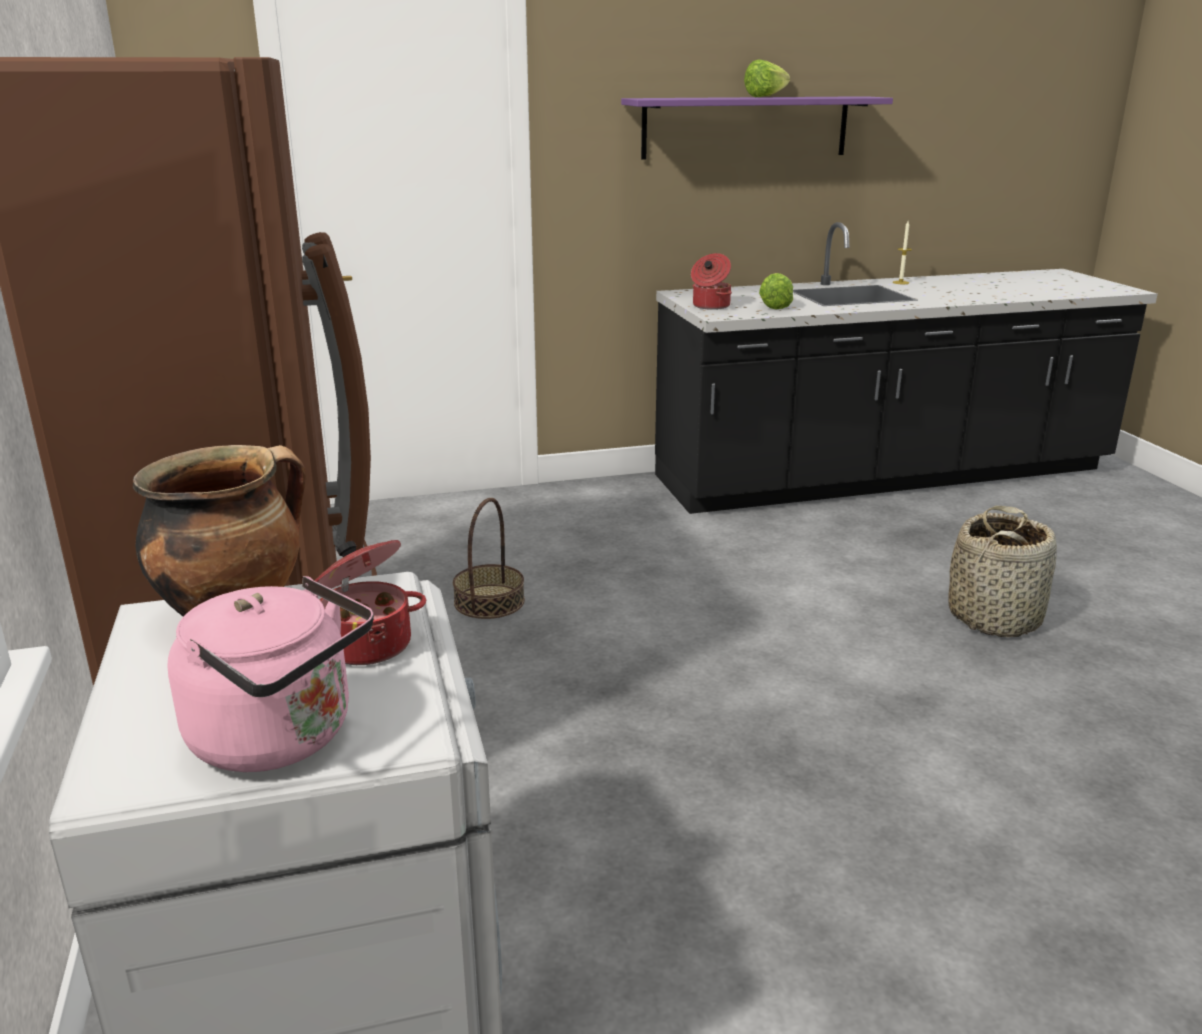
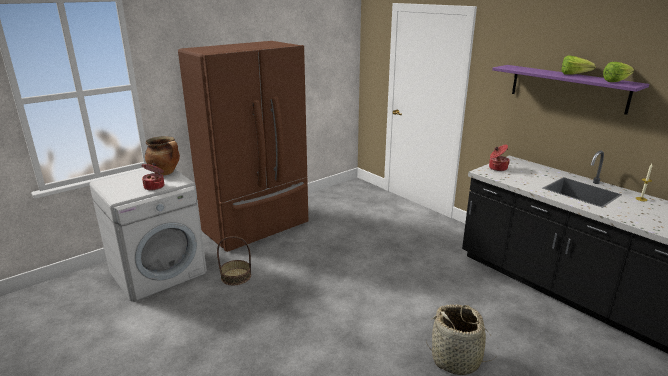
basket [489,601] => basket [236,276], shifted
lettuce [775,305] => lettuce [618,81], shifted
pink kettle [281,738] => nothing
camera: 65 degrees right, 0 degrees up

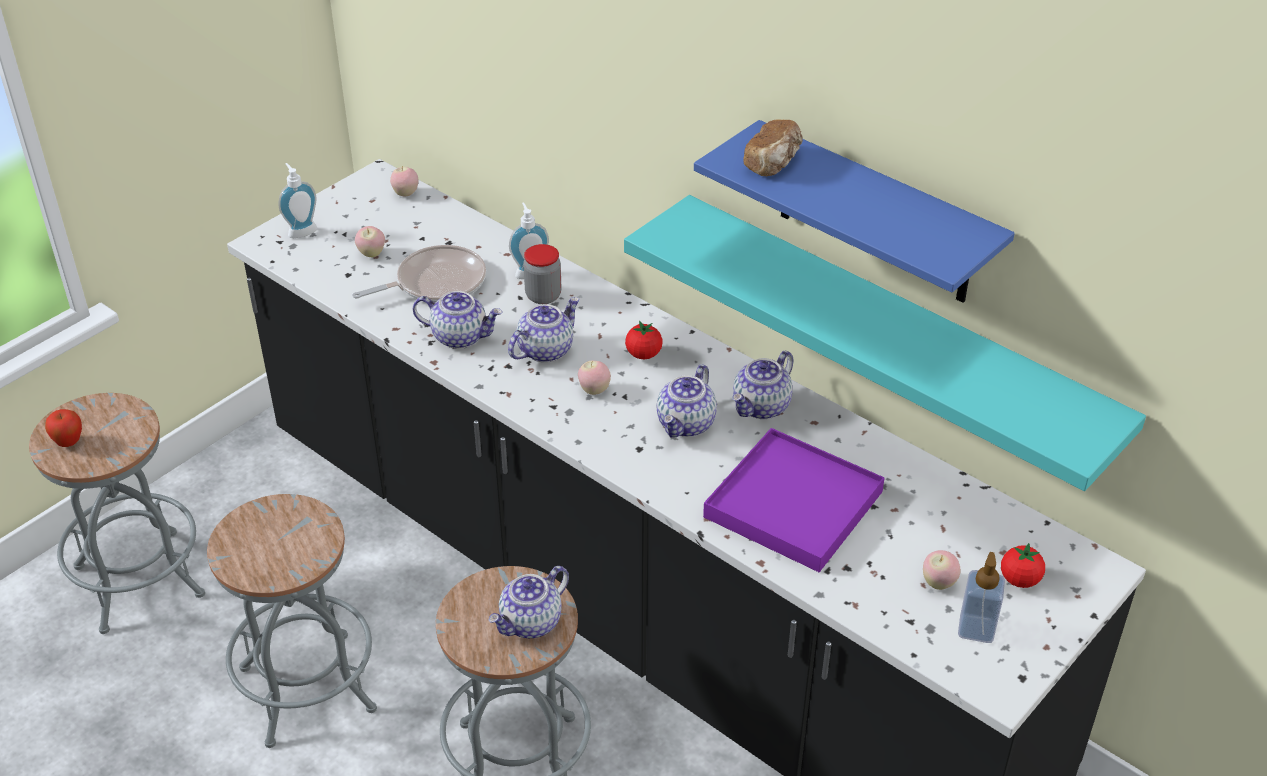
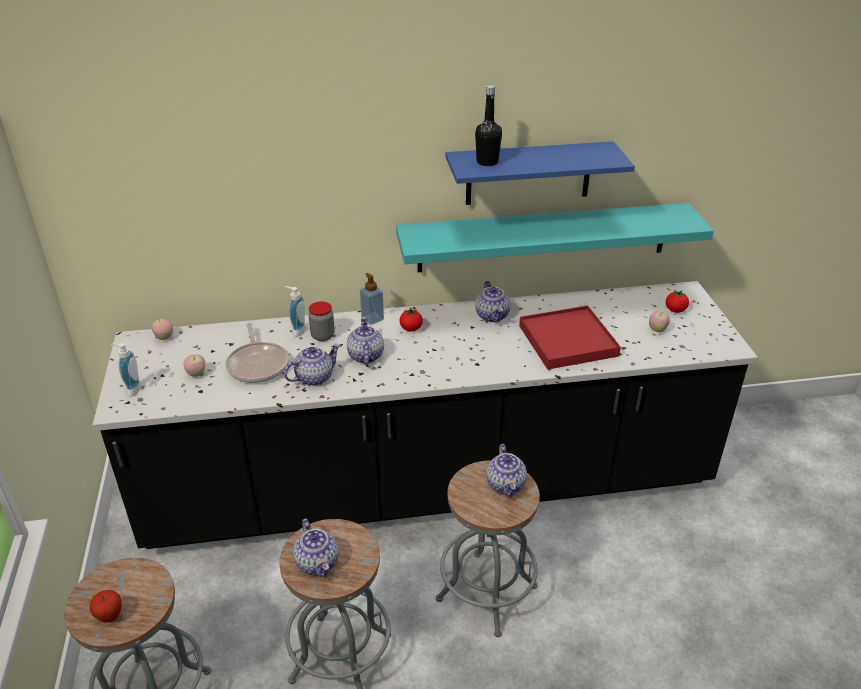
frying pan [435,283] => frying pan [258,364], 150 degrees clockwise
teapot [686,424] => teapot [318,563], shifted
soap dispenser [976,629] => soap dispenser [372,319], shifted
bread [774,162] => black bottle [487,162]
purple tray [793,504] => red tray [567,341]
apple [594,390] => nothing
camera: 50 degrees left, 5 degrees down

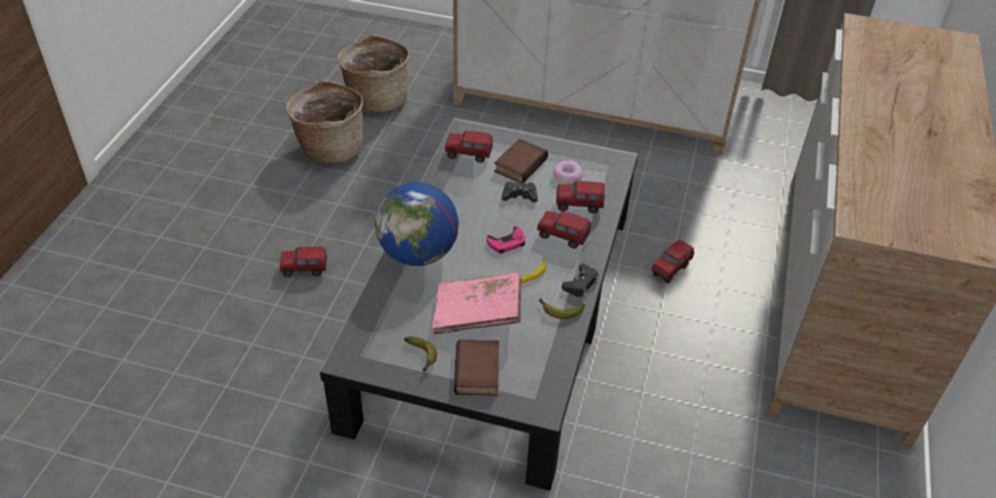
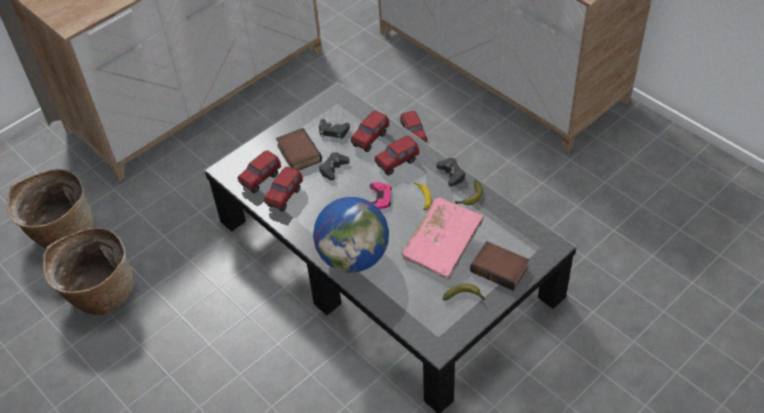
toy truck [304,270] => toy truck [285,197], shifted
donut [567,176] => black game controller [333,132]
camera: 55 degrees left, 5 degrees up

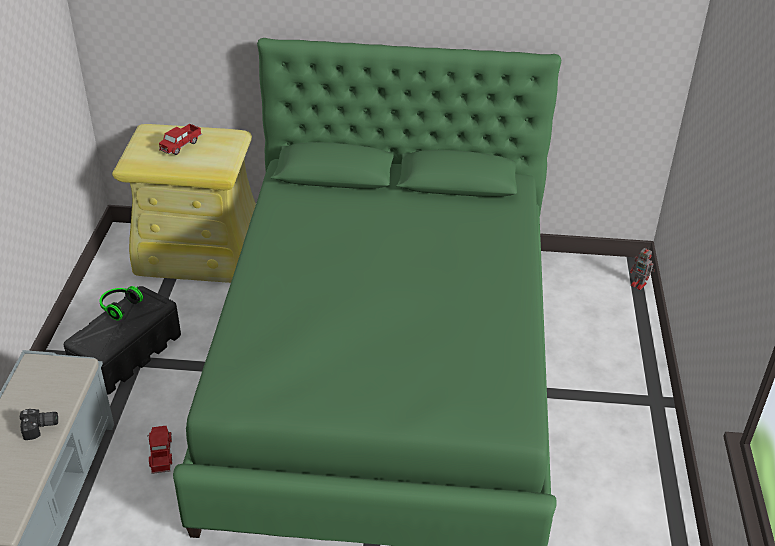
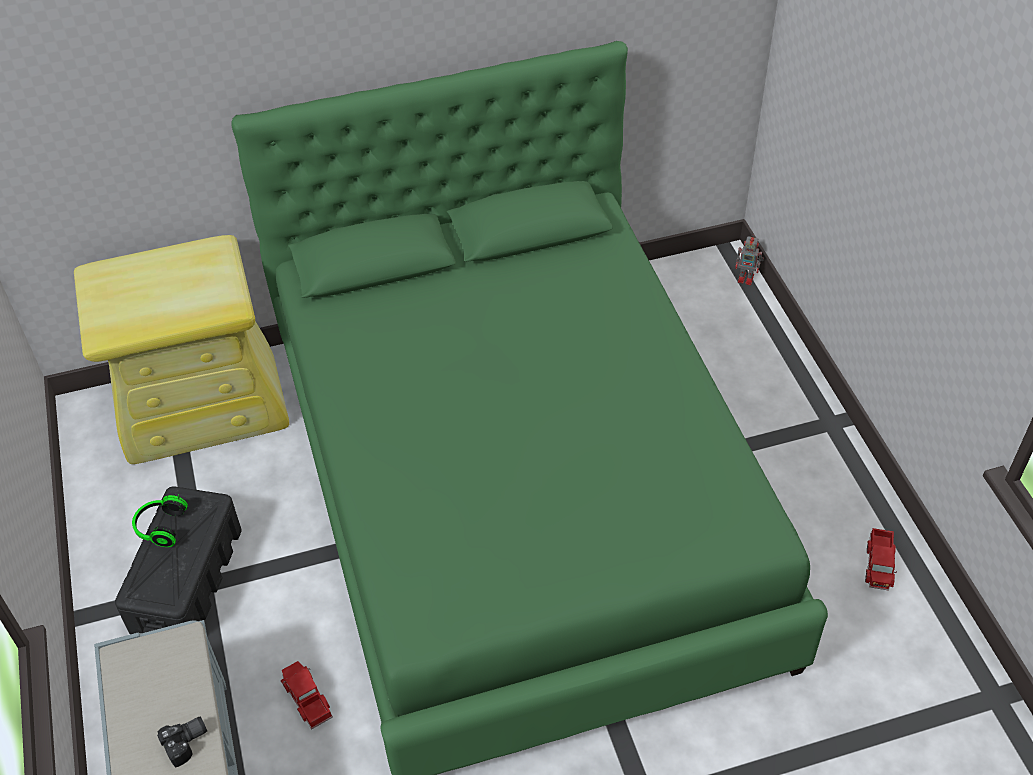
toy truck [180,145] => toy truck [879,564], shifted
camera: 20 degrees left, 10 degrees up

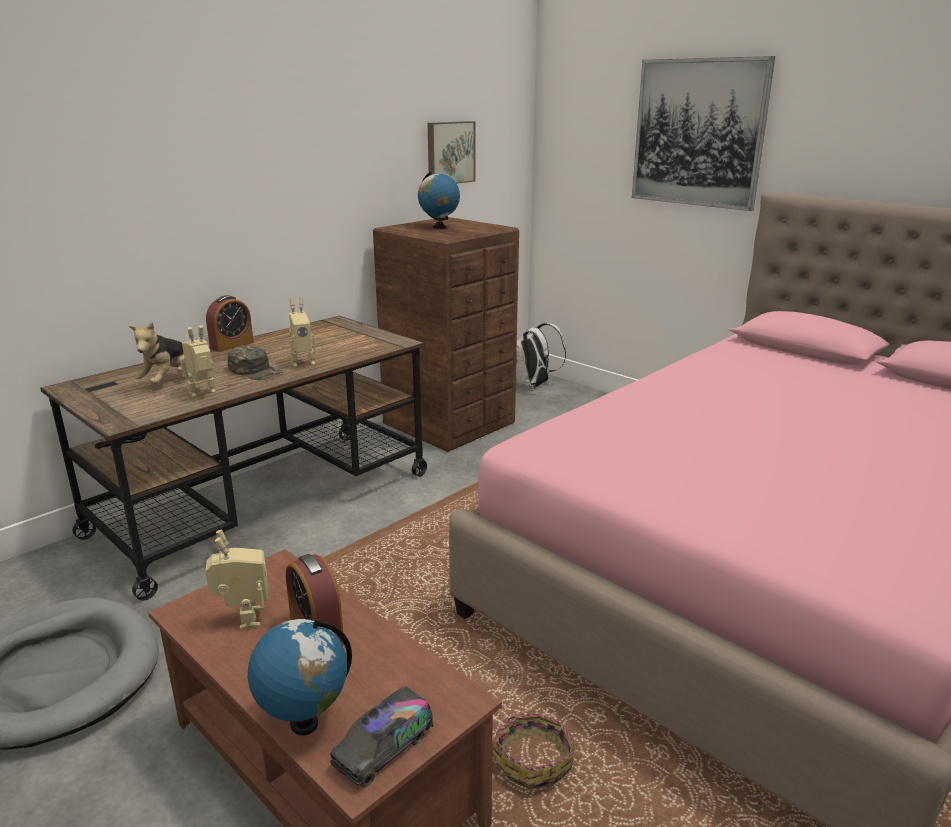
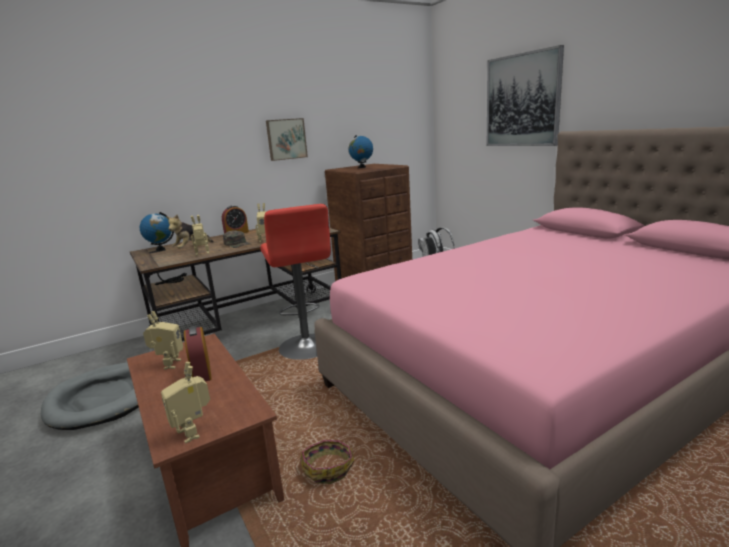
globe [304,723] => globe [160,249], shifted
toy truck [383,749] => toy robot [194,432]
nothing => red stool [306,347]
picture [449,153] => picture [286,139], shifted
camera: 15 degrees right, 5 degrees down

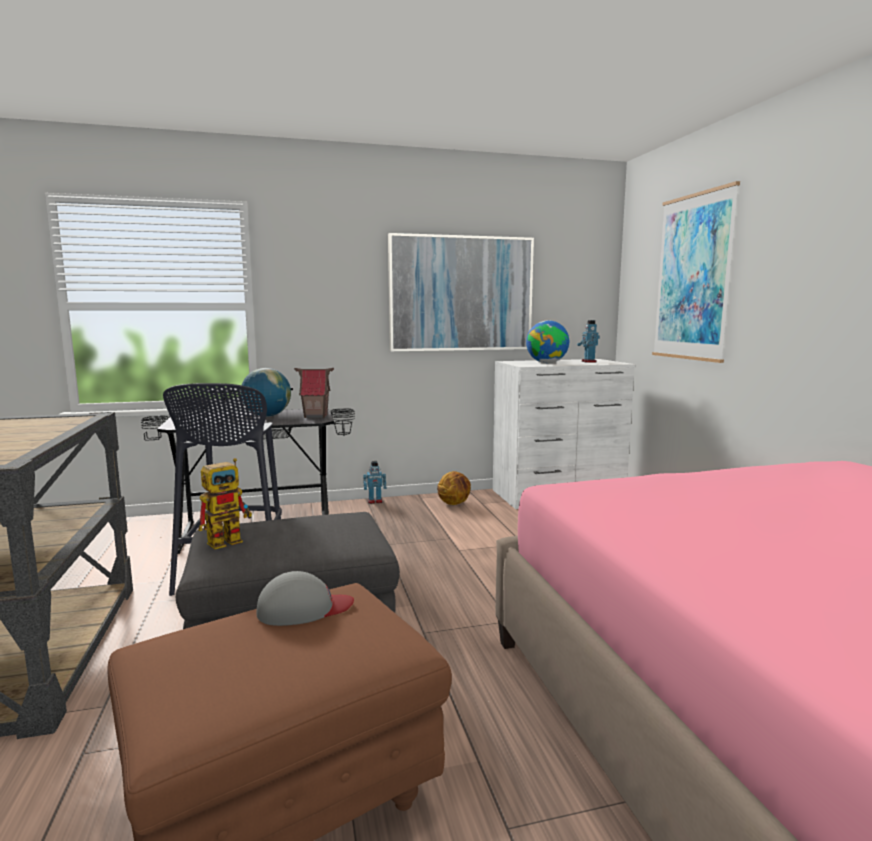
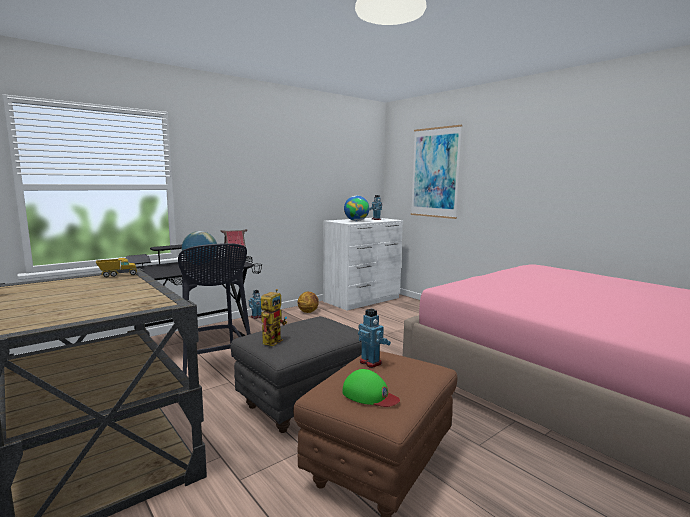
nothing => toy truck [117,275]
nothing => green cap [369,395]
grey cap [303,608] => toy robot [371,362]
picture [460,294] => nothing
camera: 25 degrees left, 0 degrees up

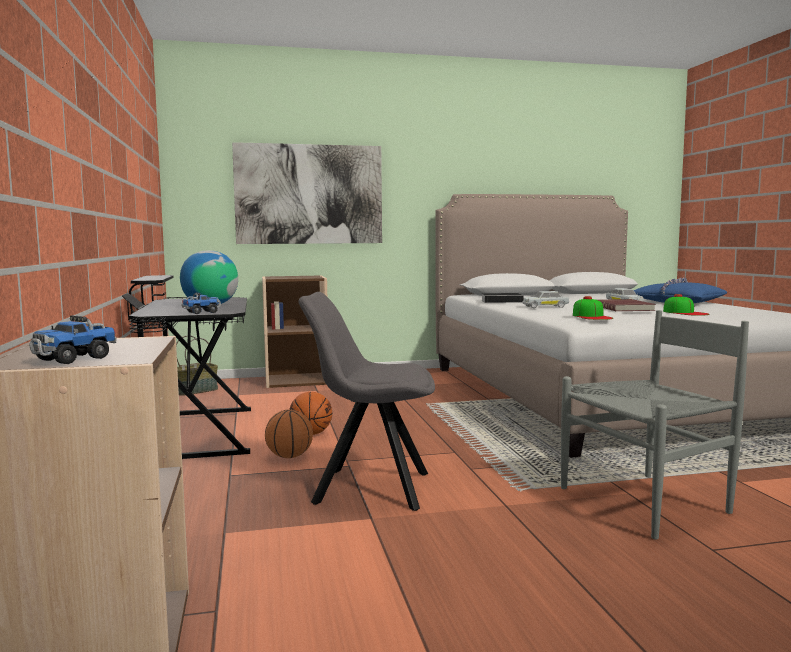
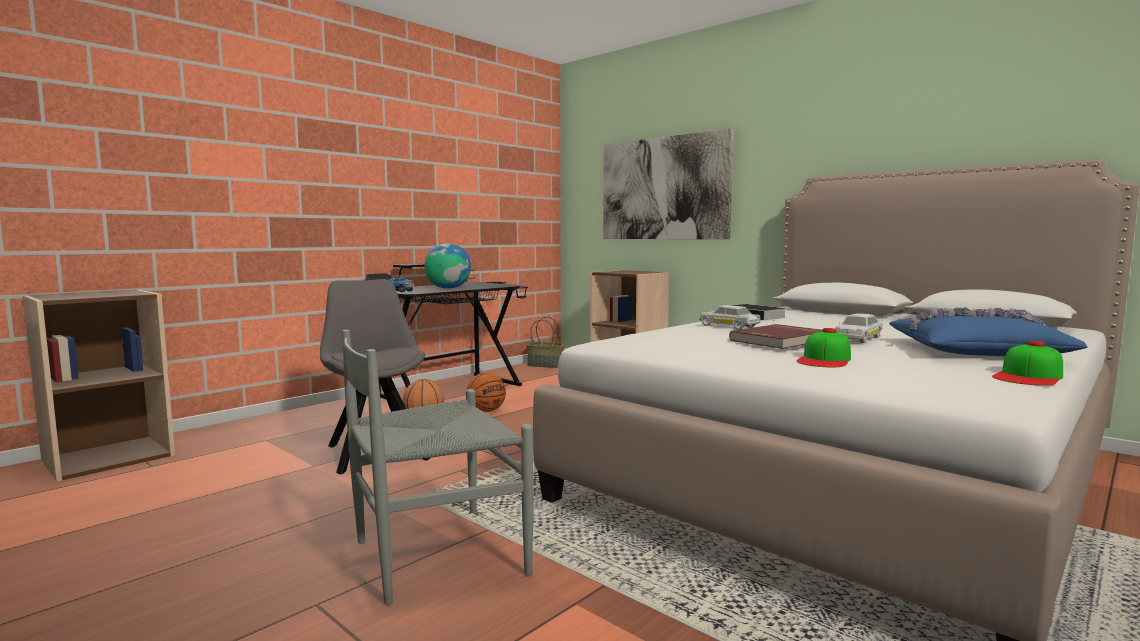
grey chair [648,502] => grey chair [436,555], 120 degrees clockwise
cap [592,316] => cap [1029,376], shifted
toy truck [75,359] => nothing
camera: 55 degrees right, 0 degrees up

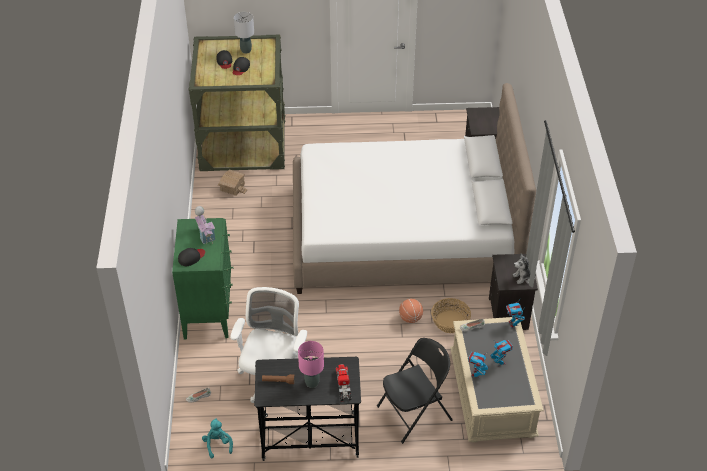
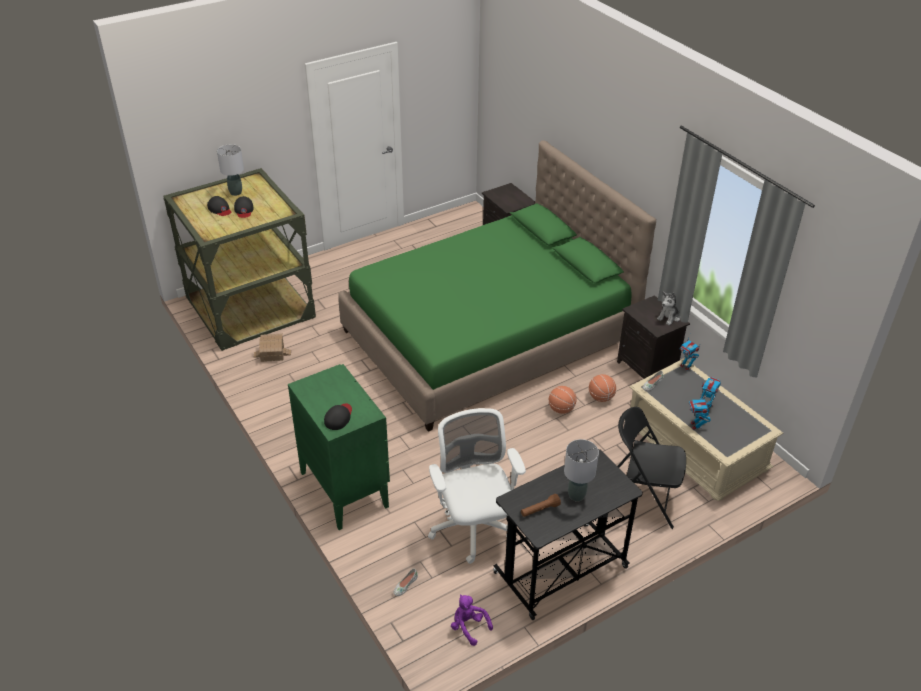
white bed [403,235] => green bed [489,336]
turquoise plush toy [218,444] => purple plush toy [468,627]
pink table lamp [311,383] => grey table lamp [576,496]
basket [450,322] => basketball [601,397]
black chair [414,413] => black chair [642,498], 105 degrees counterclockwise
toy house [205,235] => nothing
toy truck [343,385] => nothing
camera: 30 degrees left, 5 degrees down

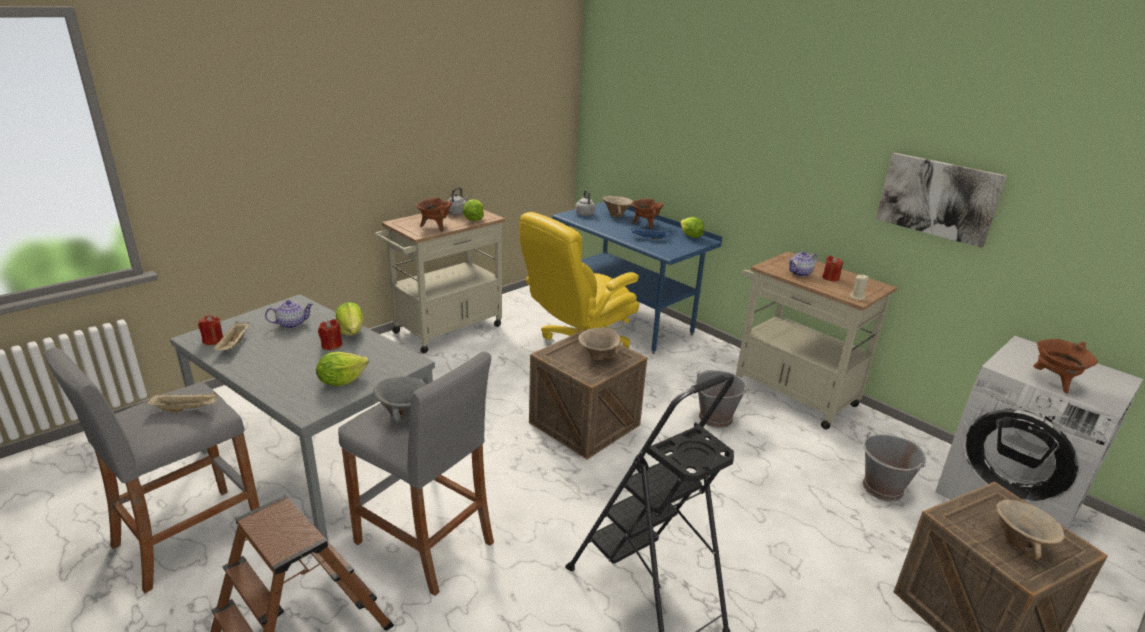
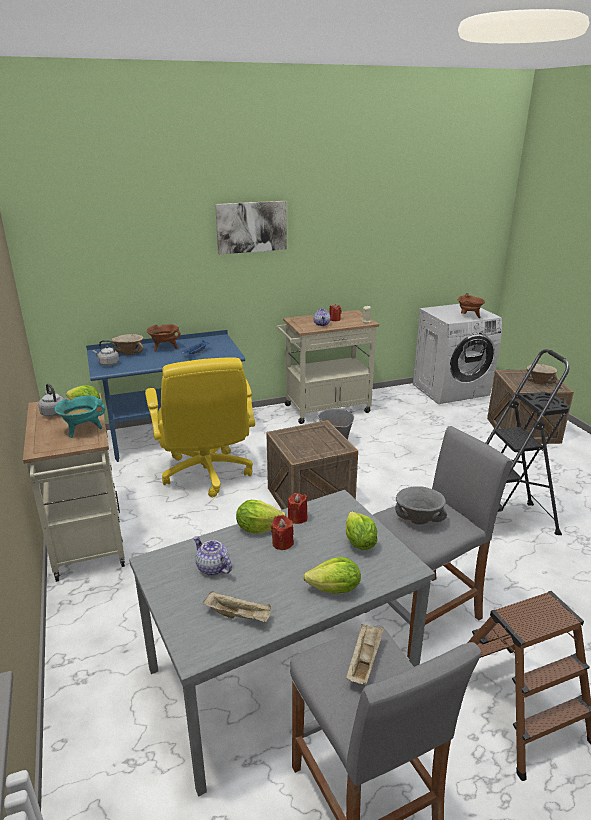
brown cooking pot [435,227] => turquoise cooking pot [82,430]
teapot [292,324] => teapot [212,568], 45 degrees counterclockwise
picture [938,198] => picture [251,227], shifted
red candle [213,340] => red candle [297,518], shifted
lettuce [690,236] => lettuce [335,589], shifted
beige bowl [597,357] => nothing
grey bucket [883,489] => nothing
camera: 65 degrees left, 0 degrees up

